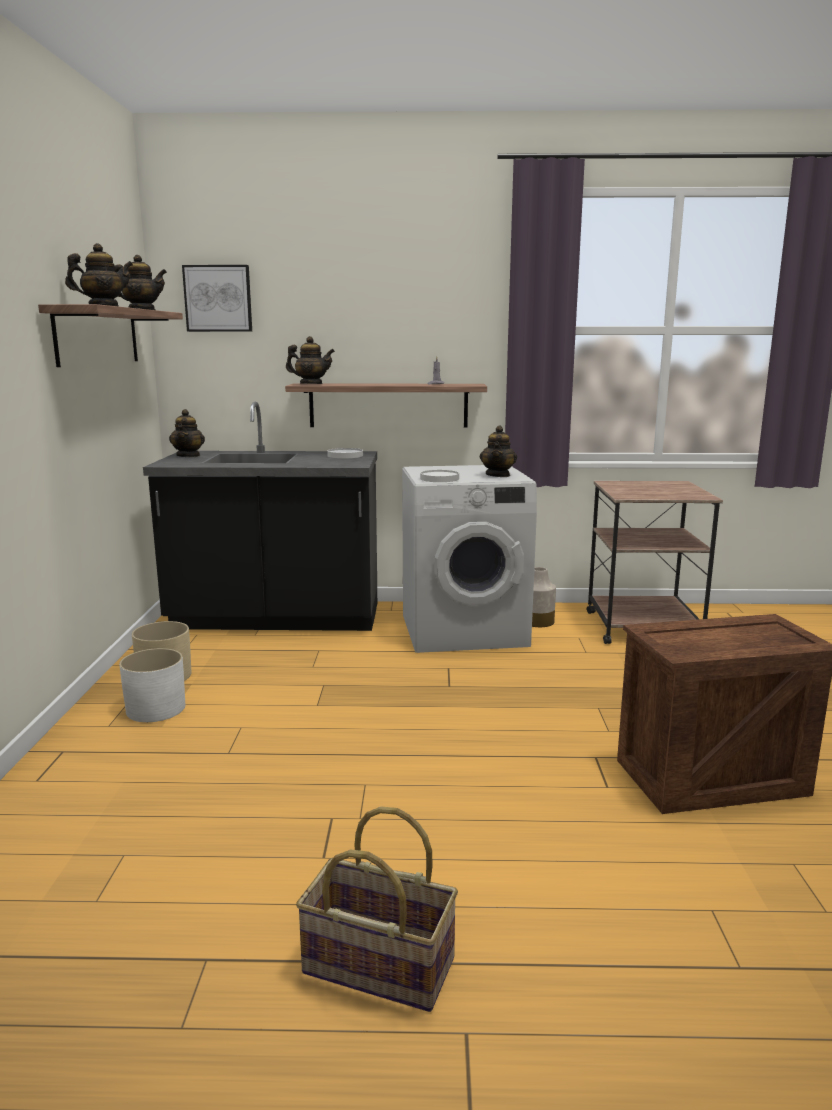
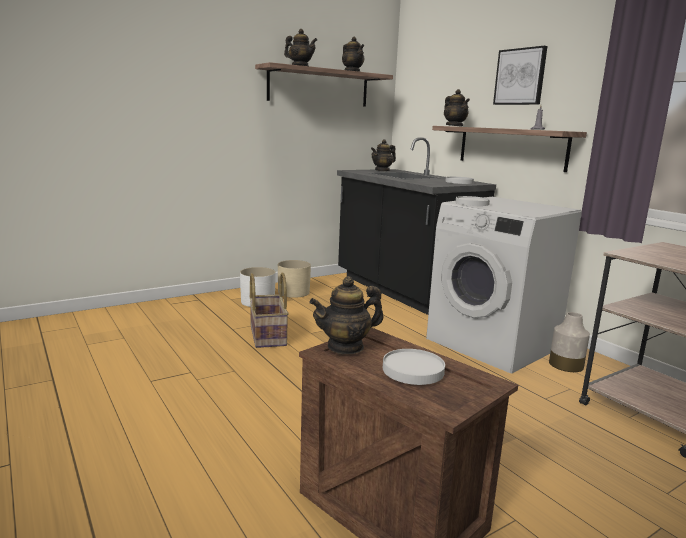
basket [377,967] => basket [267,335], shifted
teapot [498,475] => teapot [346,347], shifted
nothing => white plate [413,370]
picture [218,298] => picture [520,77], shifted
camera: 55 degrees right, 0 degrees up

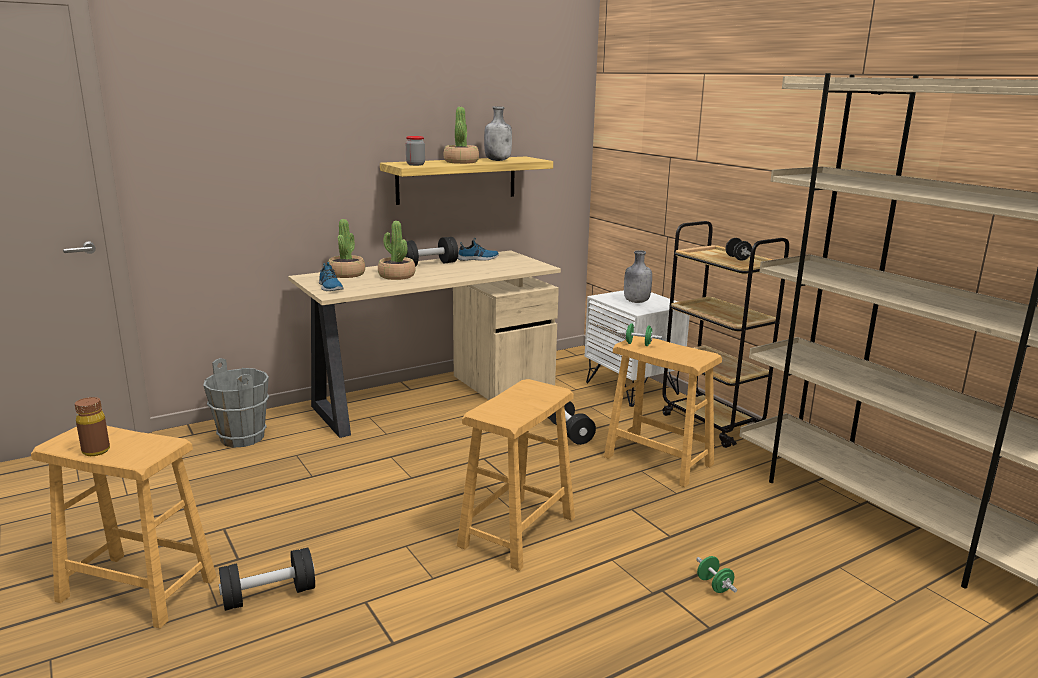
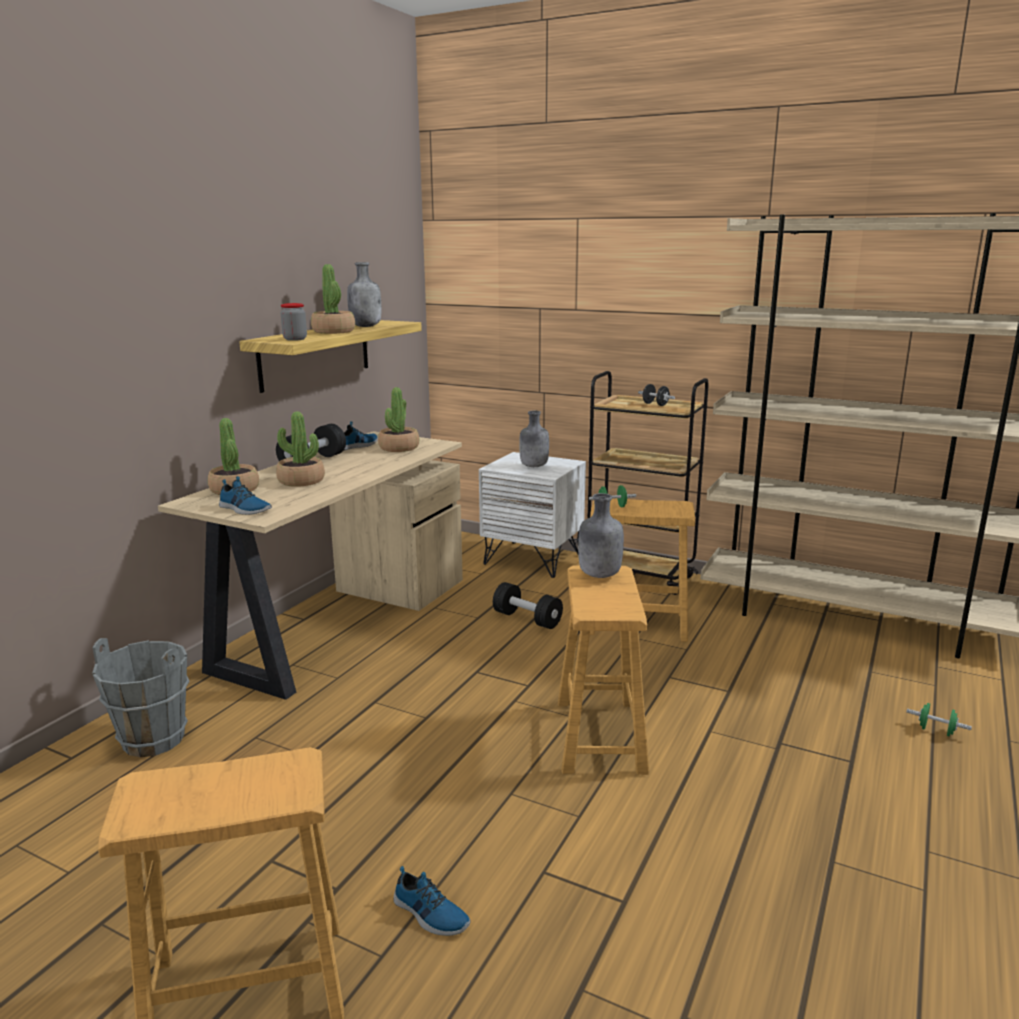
nothing => potted plant [399,448]
black dumbbell [269,595] => shoe [430,914]
nothing => grey bottle [599,575]
green dumbbell [714,585] => green dumbbell [936,731], shifted
brown bottle [96,451] => nothing
camera: 30 degrees left, 0 degrees up

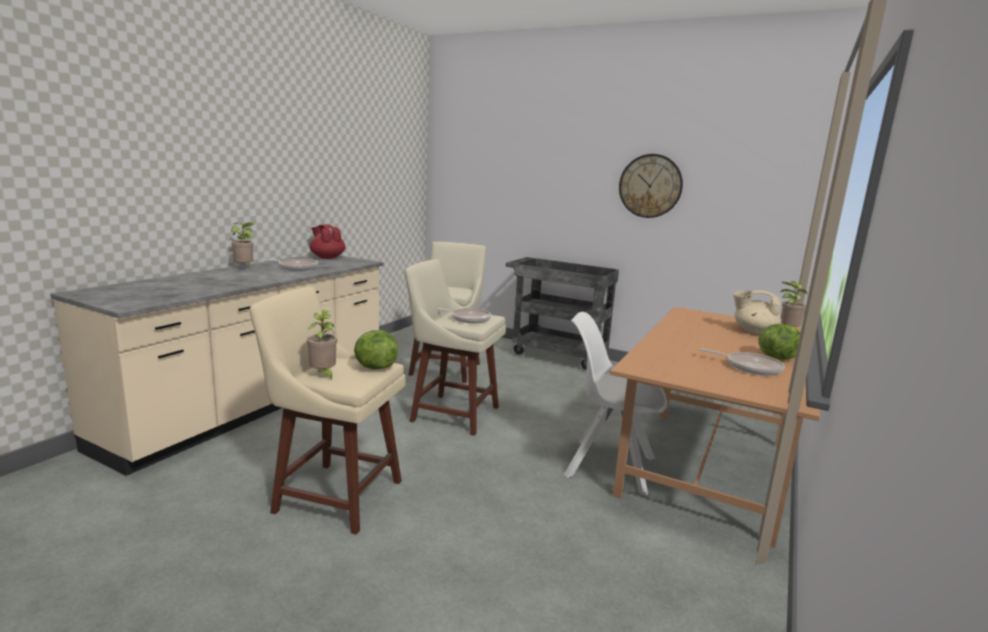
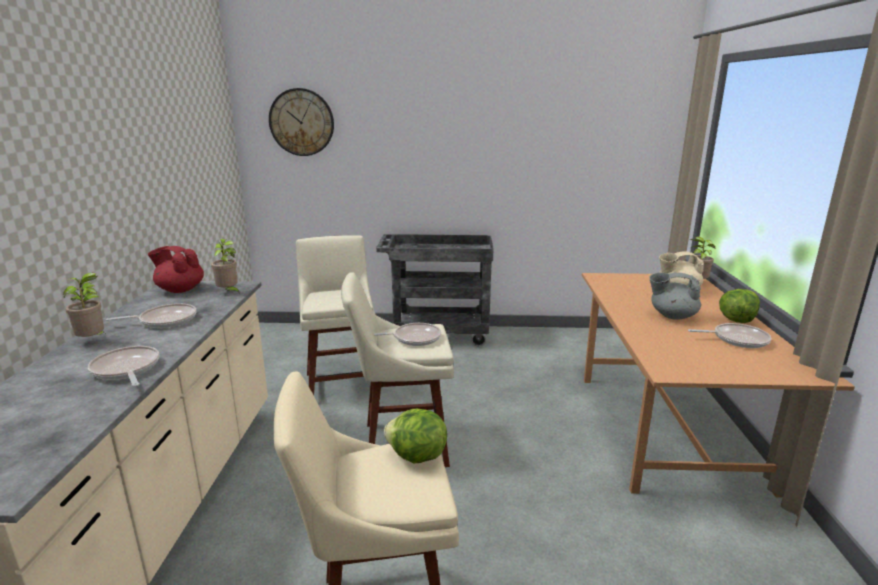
nothing => frying pan [126,370]
potted plant [323,375] => potted plant [229,292], shifted
wall clock [650,186] => wall clock [301,122], shifted
nothing => grey teapot [672,316]
white chair [608,466] => nothing
camera: 25 degrees left, 5 degrees up

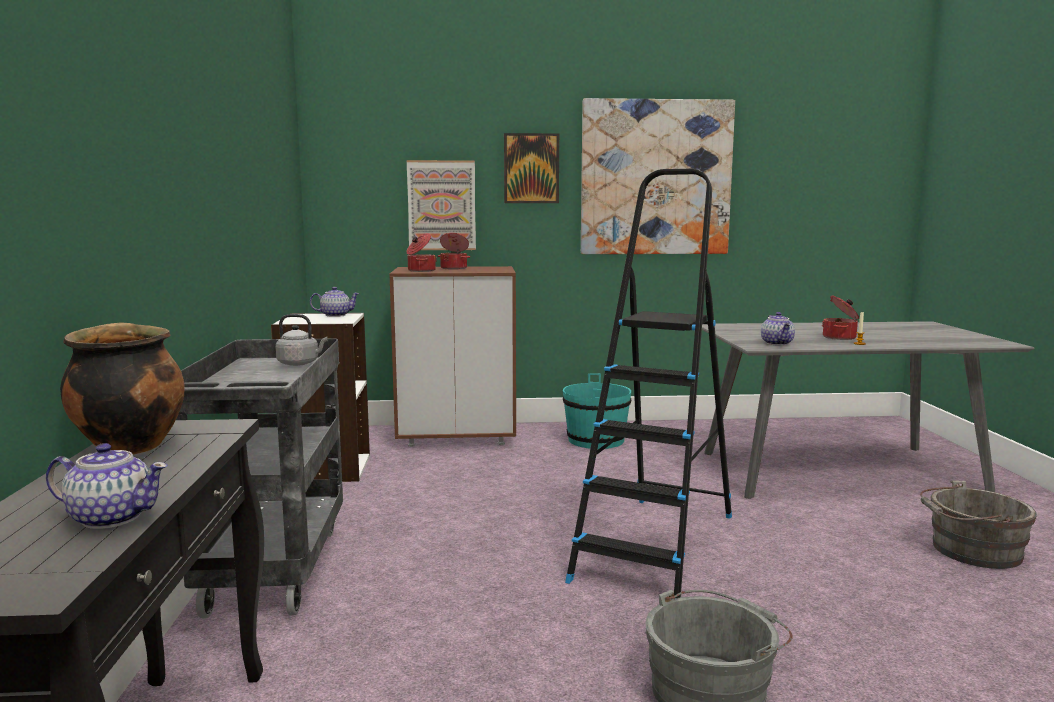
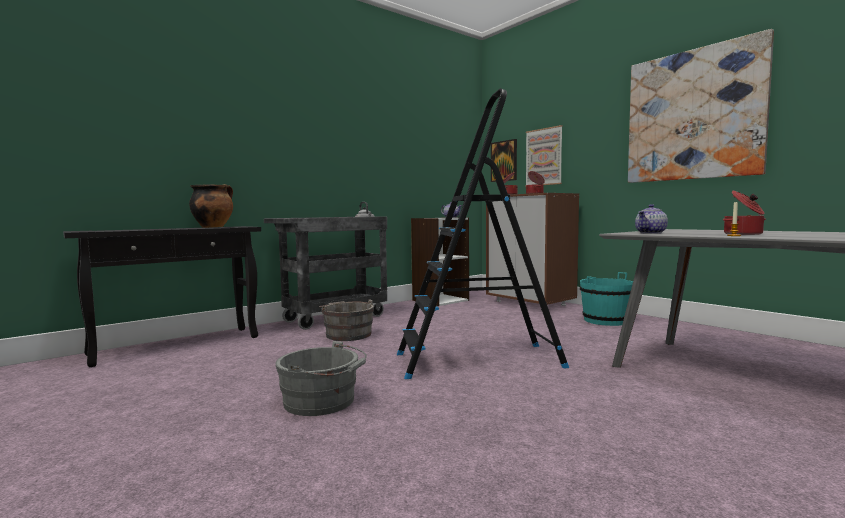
grey bucket [971,551] => grey bucket [347,334], shifted
picture [531,168] => picture [504,161], shifted
teapot [111,517] => nothing
camera: 55 degrees right, 5 degrees down

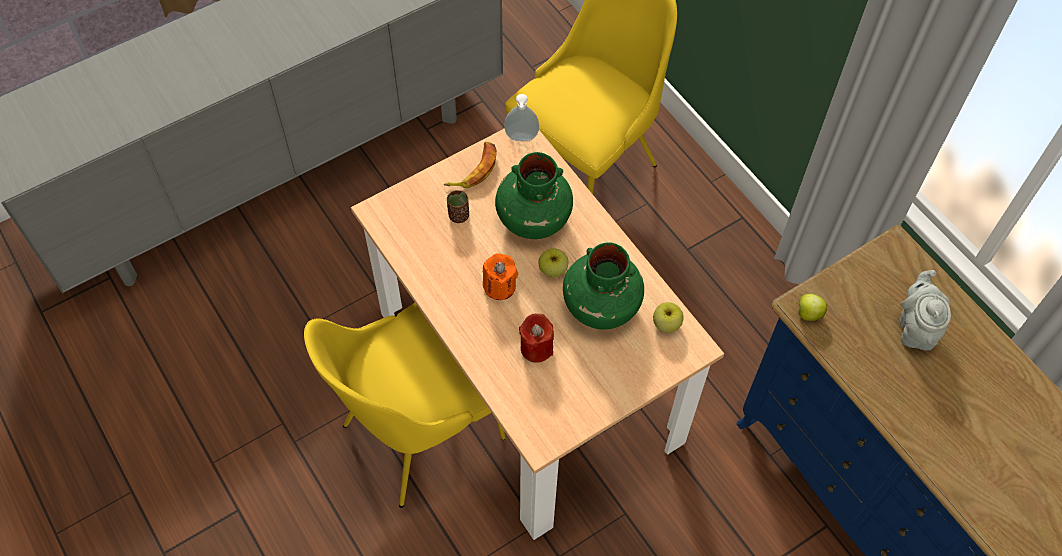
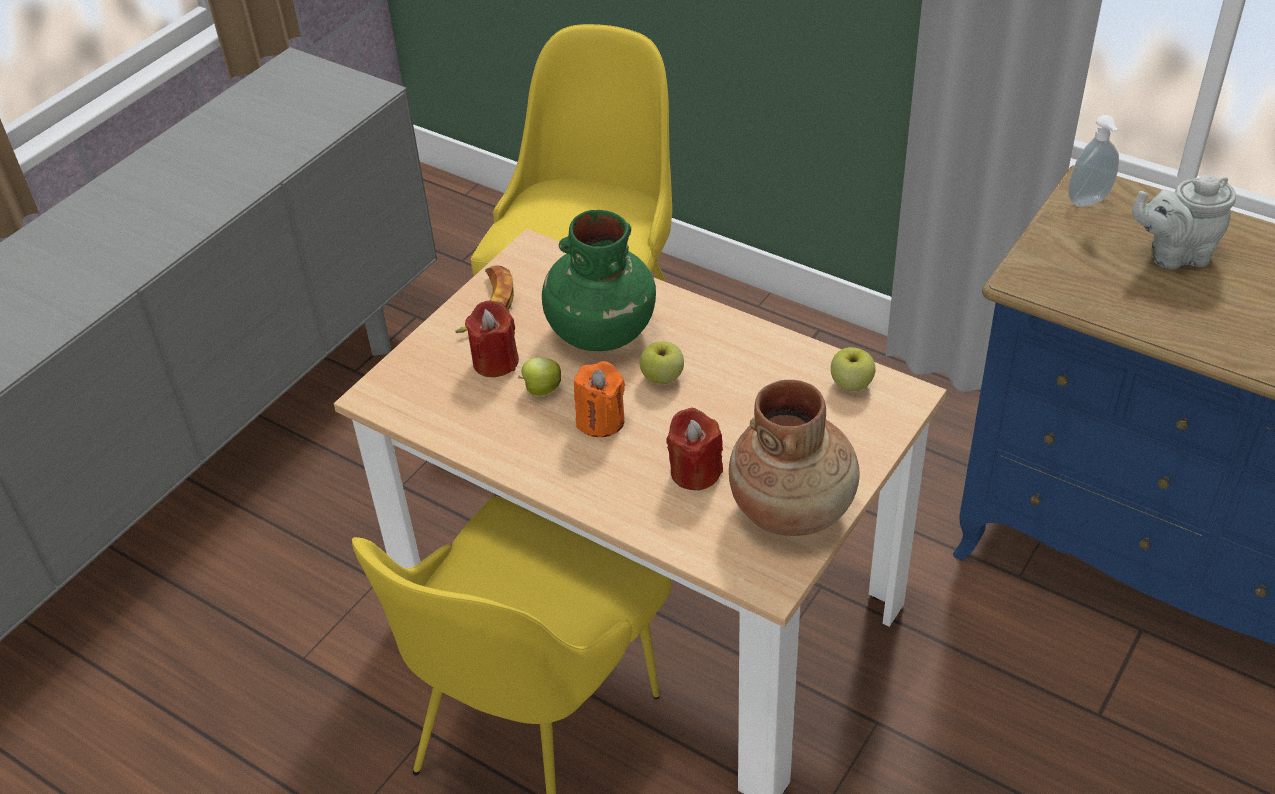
brown cup [458,215] => red candle [495,361]
apple [807,313] => apple [541,389], shifted
nothing => brown vase [793,507]
soap dispenser [521,139] => soap dispenser [1090,202], shifted
grey teapot [915,328] => grey teapot [1174,254], 75 degrees counterclockwise
green vase [601,305] => nothing
camera: 20 degrees left, 15 degrees down

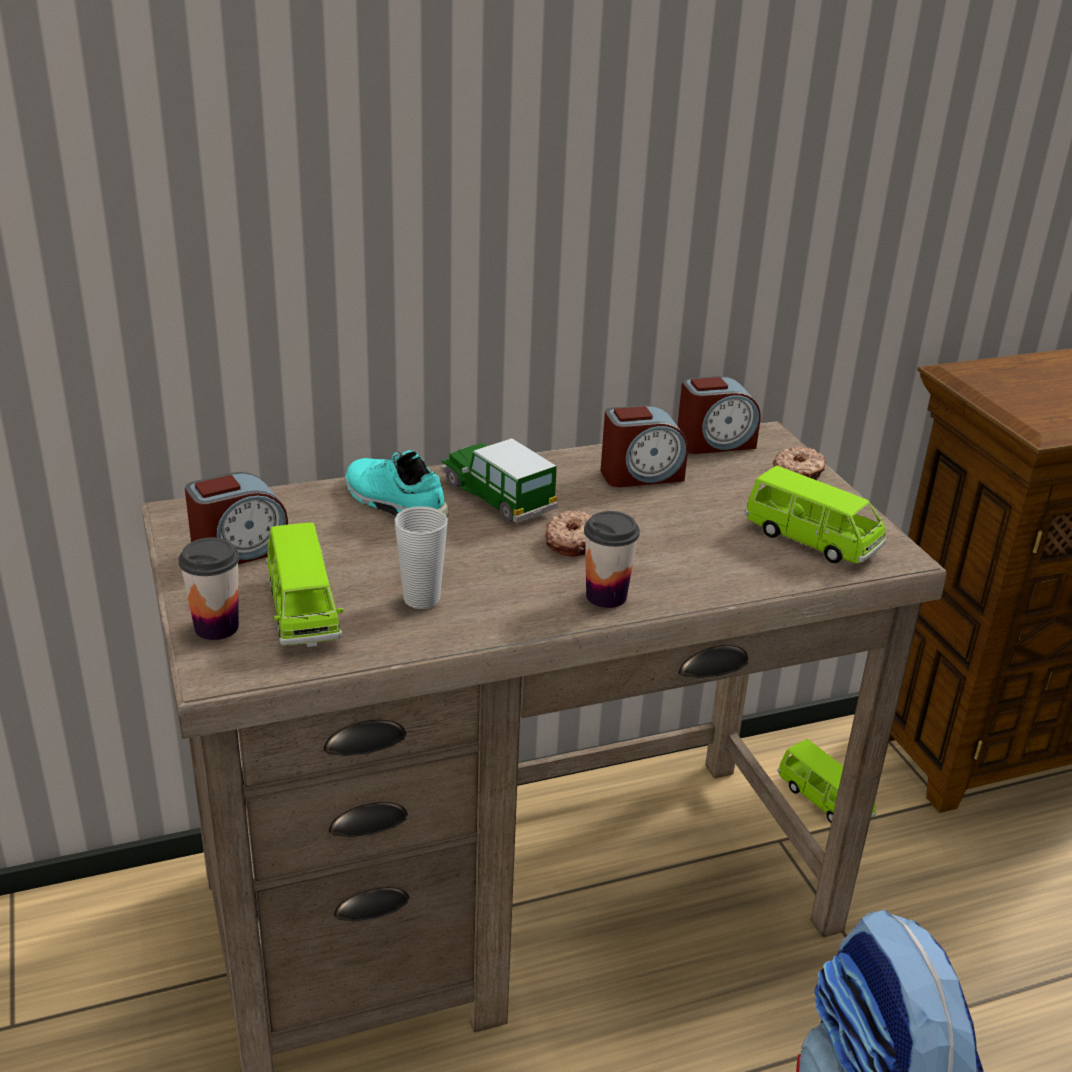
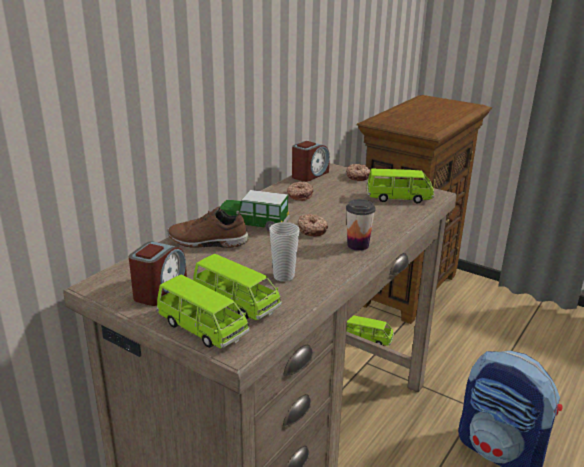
cup [216,627] => green toy car [202,329]
turquoise shoe [393,504] => brown shoe [207,242]
alarm clock [641,475] => donut [299,195]
camera: 35 degrees left, 5 degrees down

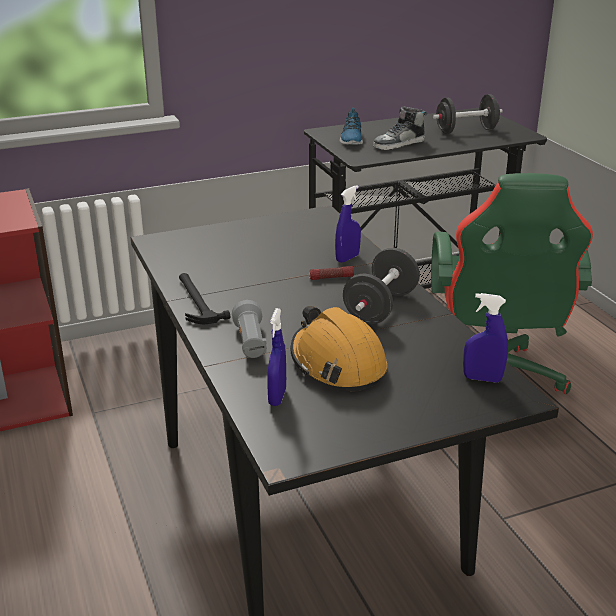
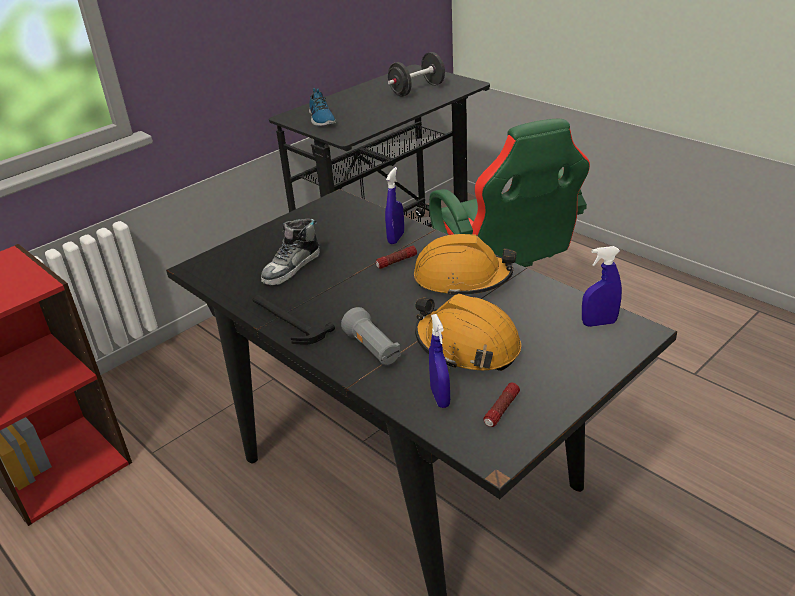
shoe [399,144] => shoe [292,268], shifted
black dumbbell [380,307] => orange hard hat [462,279]
nothing => flashlight [501,410]
camera: 20 degrees left, 5 degrees up

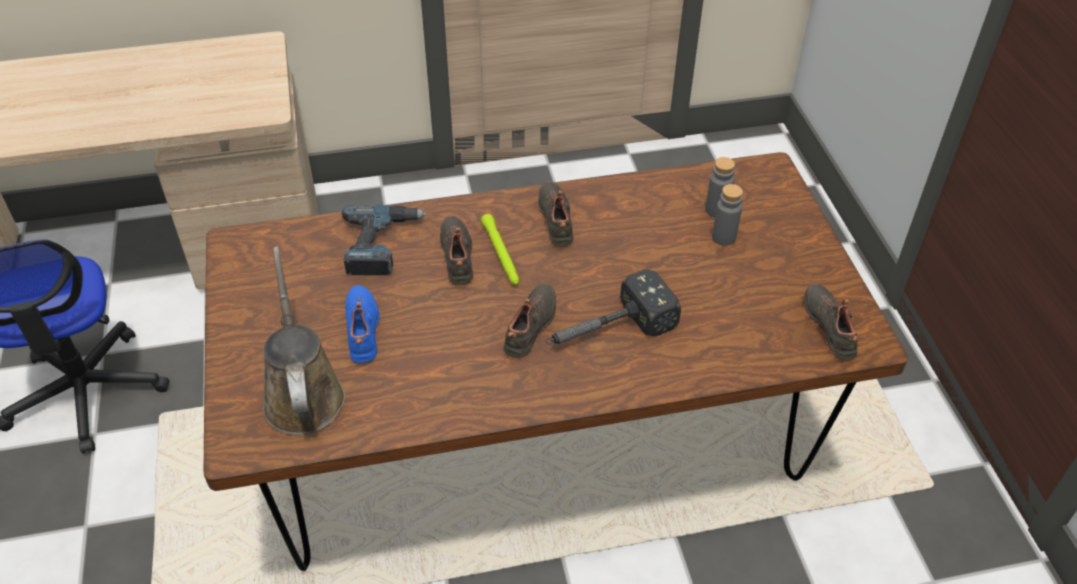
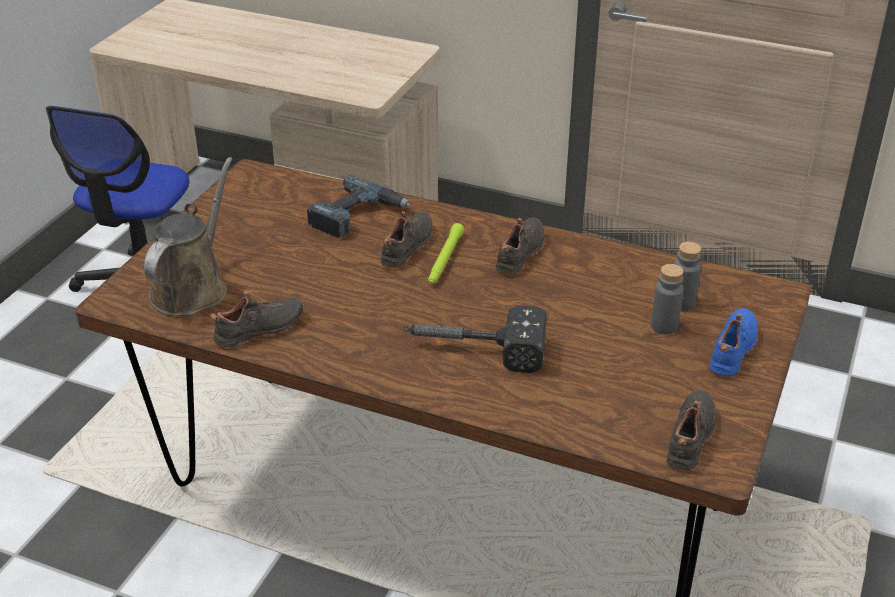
black shoe [532,327] => black shoe [260,331], shifted
blue shoe [364,330] => blue shoe [734,350], shifted
camera: 35 degrees right, 10 degrees down

